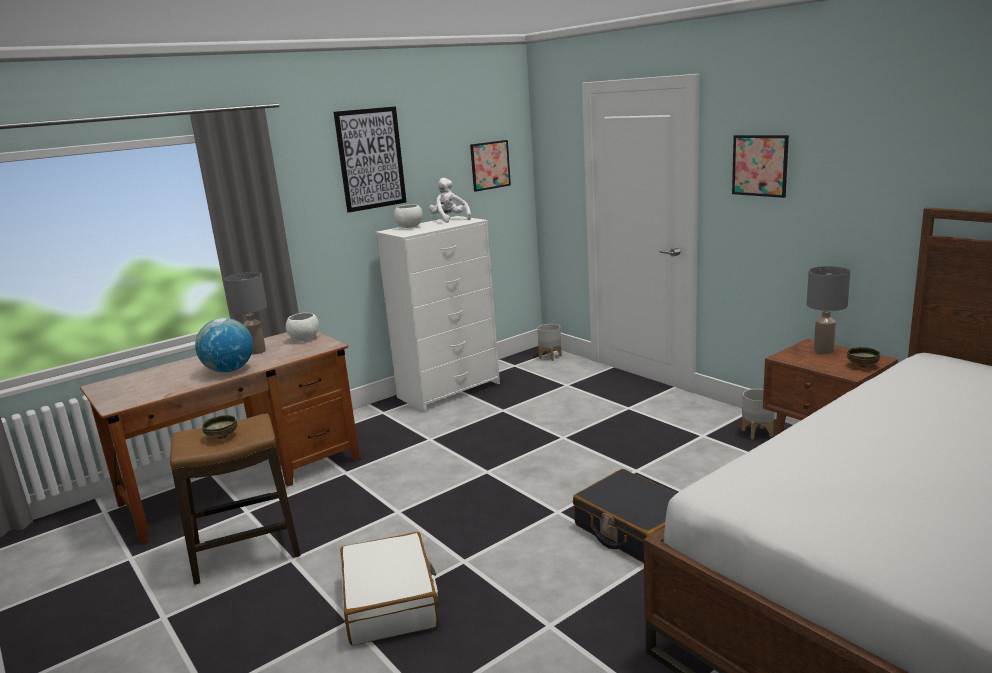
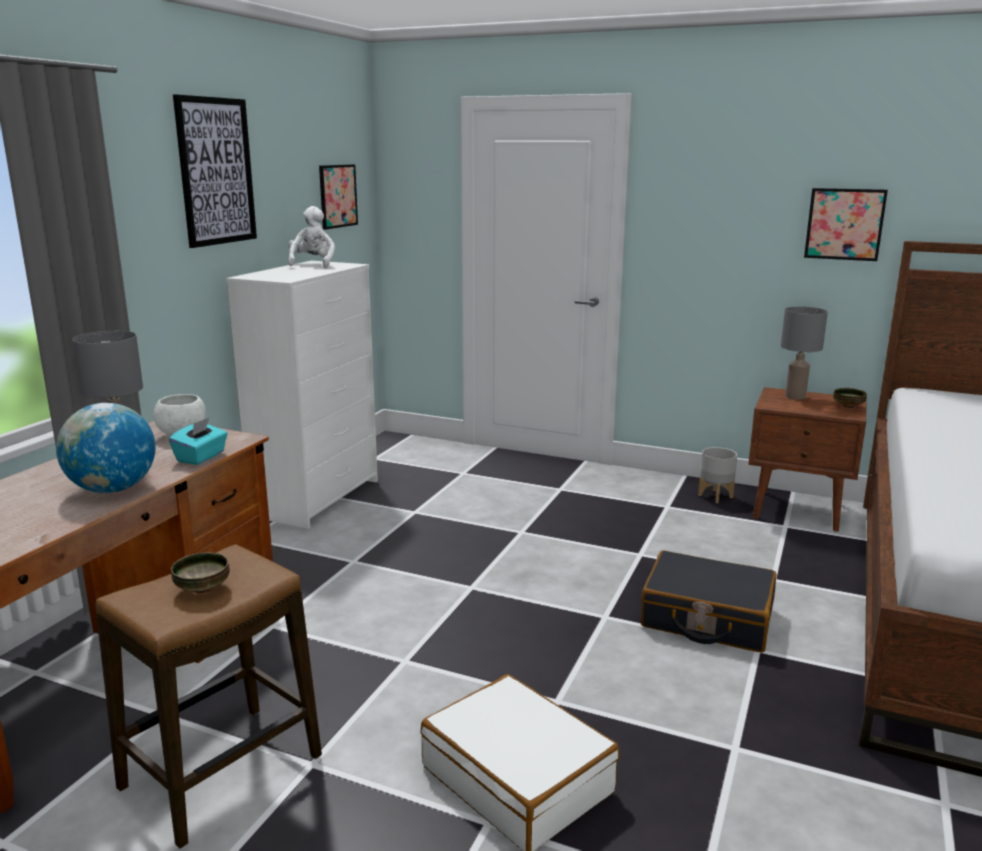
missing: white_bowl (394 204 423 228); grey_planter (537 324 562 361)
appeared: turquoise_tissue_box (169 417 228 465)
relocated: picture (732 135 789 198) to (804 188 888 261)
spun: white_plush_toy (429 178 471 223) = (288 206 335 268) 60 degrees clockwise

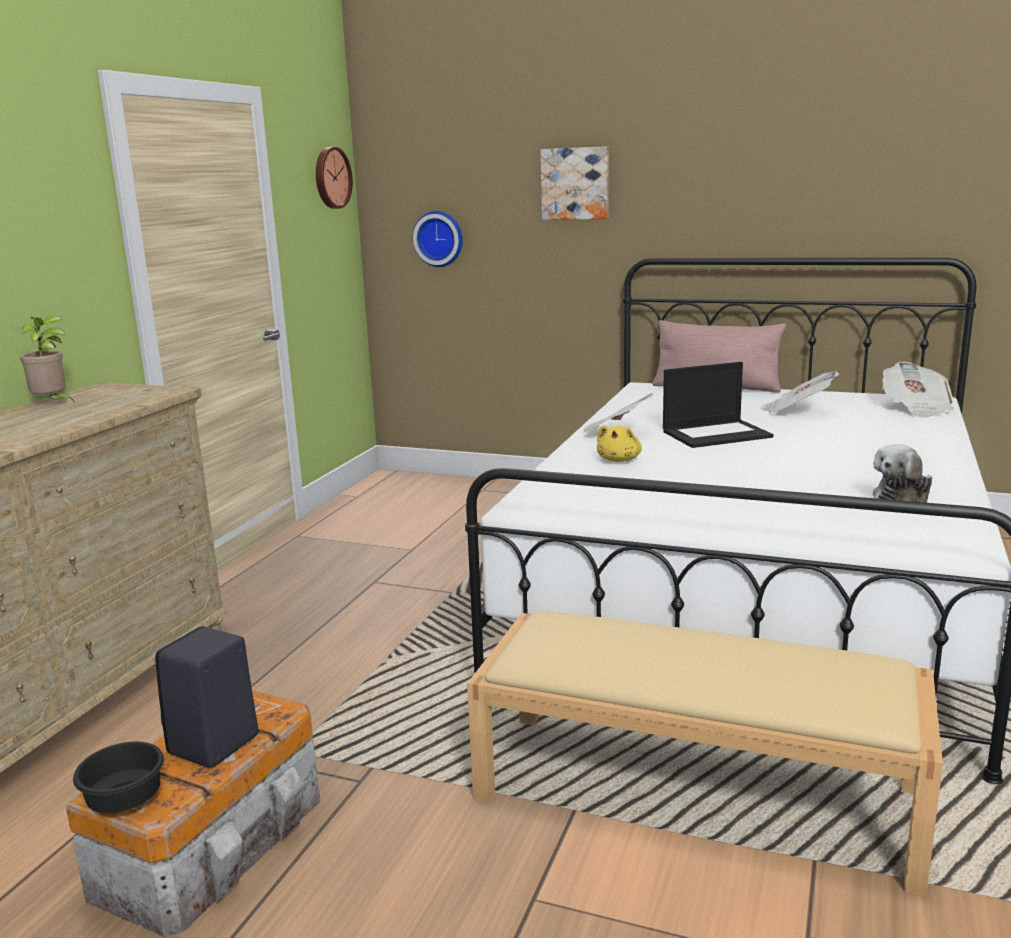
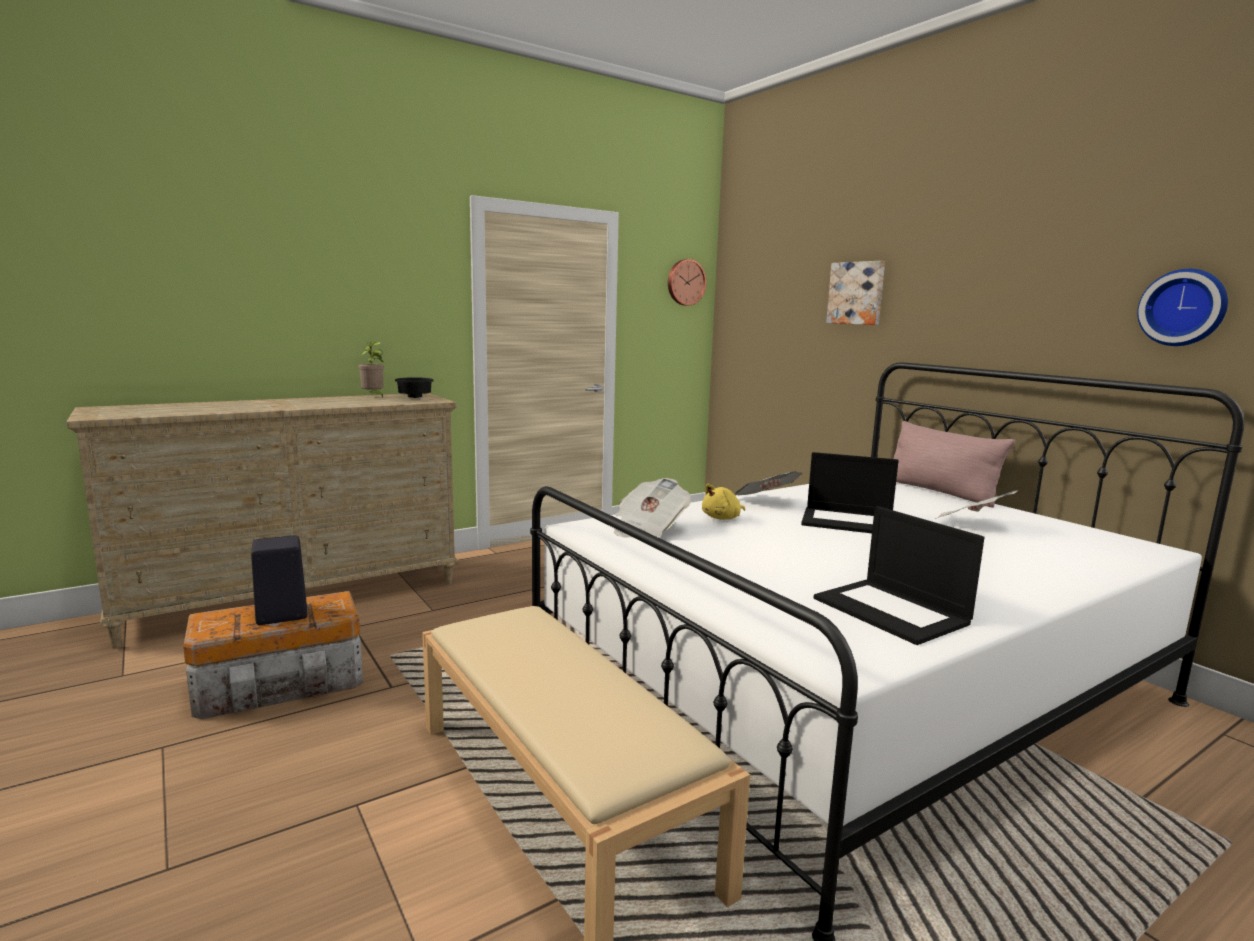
relocated: black_bowl (73 742 164 813) to (395 377 434 398); wall_clock (413 211 463 267) to (1137 269 1228 346); newspaper (882 362 954 418) to (614 478 691 538)
exchanged: plush_toy (873 444 932 503) to laptop (813 506 984 645)

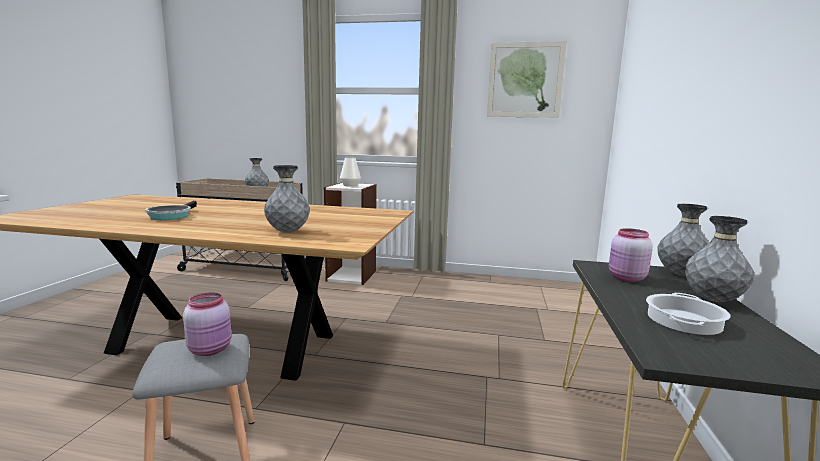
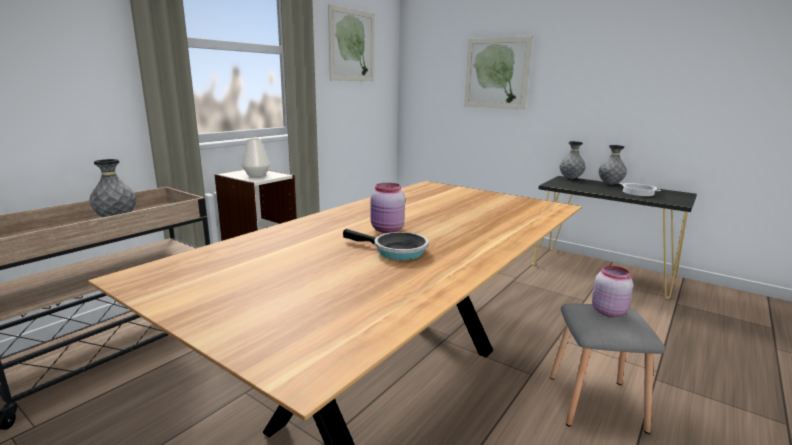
missing: grey_vase (264 165 310 233)
appeared: picture (464 36 533 110)
relocated: pink_jar (609 228 653 282) to (371 183 405 233)

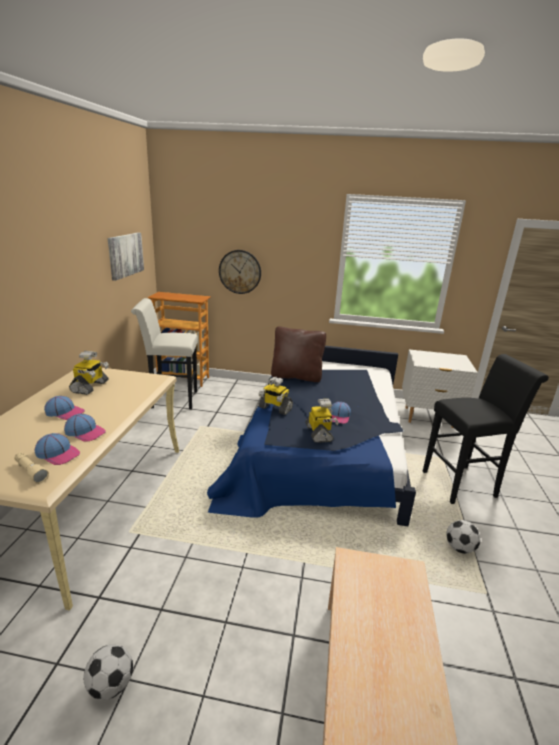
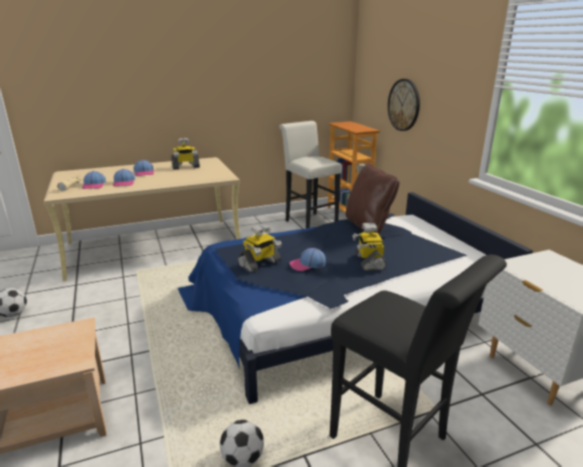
missing: picture (108 233 144 281)
relocated: toy_robot (258 377 293 415) to (352 223 387 271)

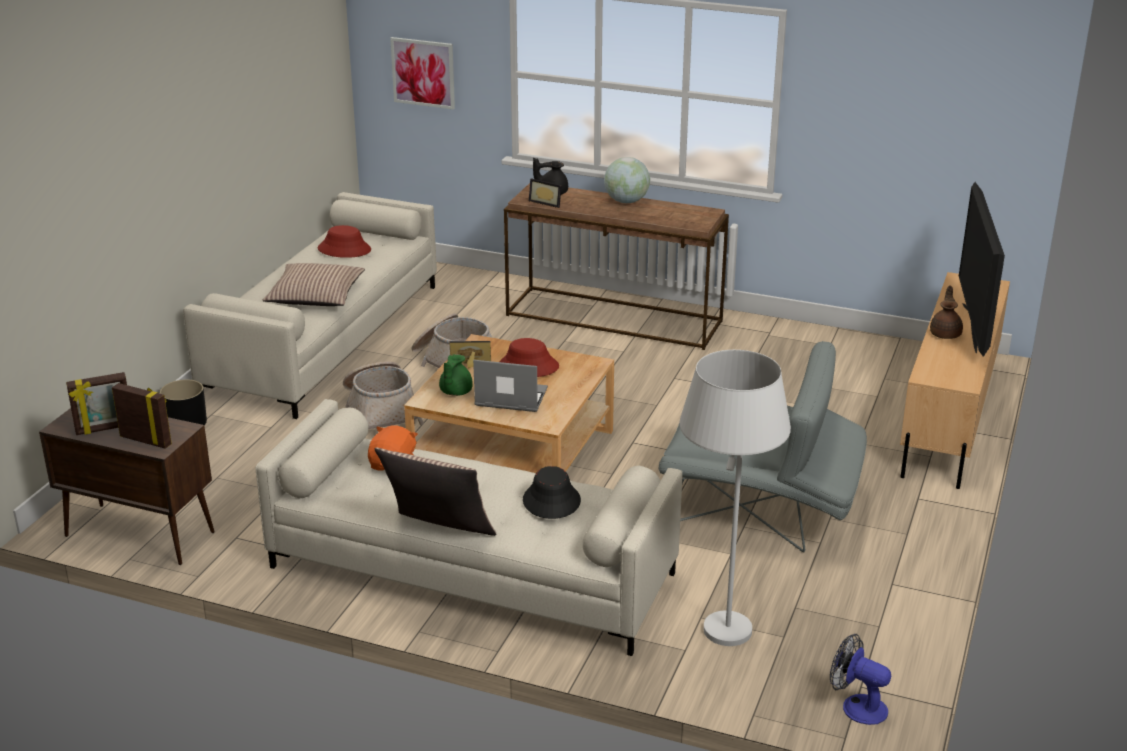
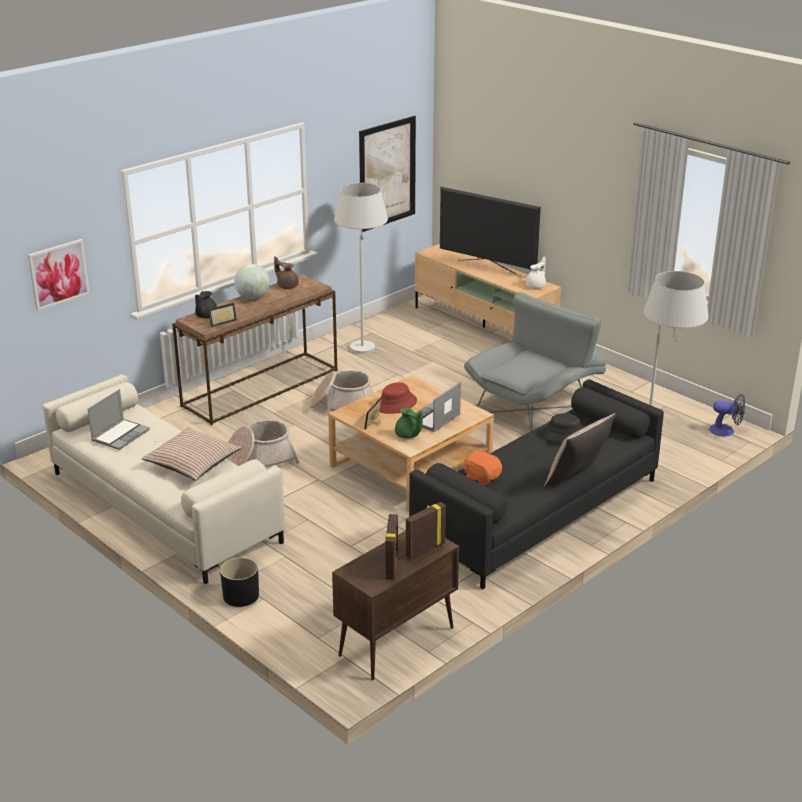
appeared: white_floor_lamp (334 183 388 354); picture (359 116 416 232); white_teapot (526 257 546 289)
relocated: basket (343 362 424 429) to (310 370 373 416); brown_teapot (930 285 963 339) to (274 256 299 289)
exchanged: red_hat (318 225 371 258) to laptop (88 389 150 450)
colour: beige_sofa (255 399 682 656) to black_sofa (409 379 664 589)
spun: fan (830 634 891 725) = (709 394 745 437) 135 degrees counterclockwise

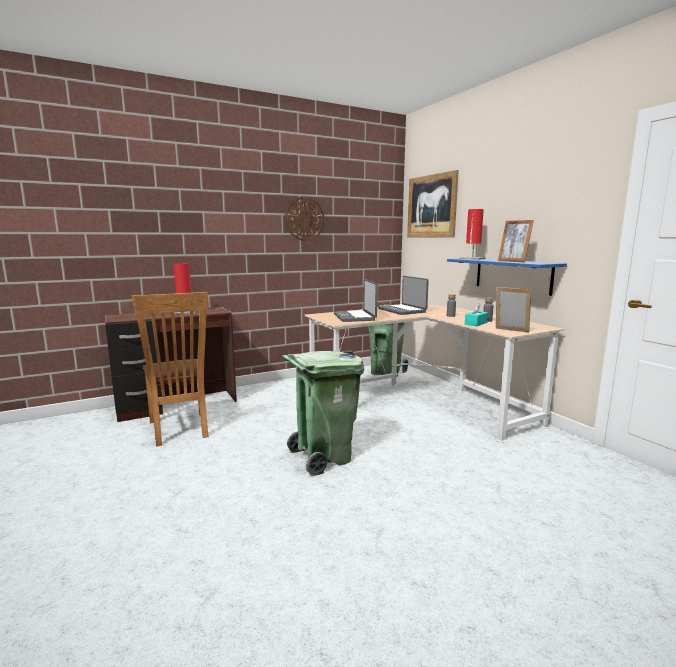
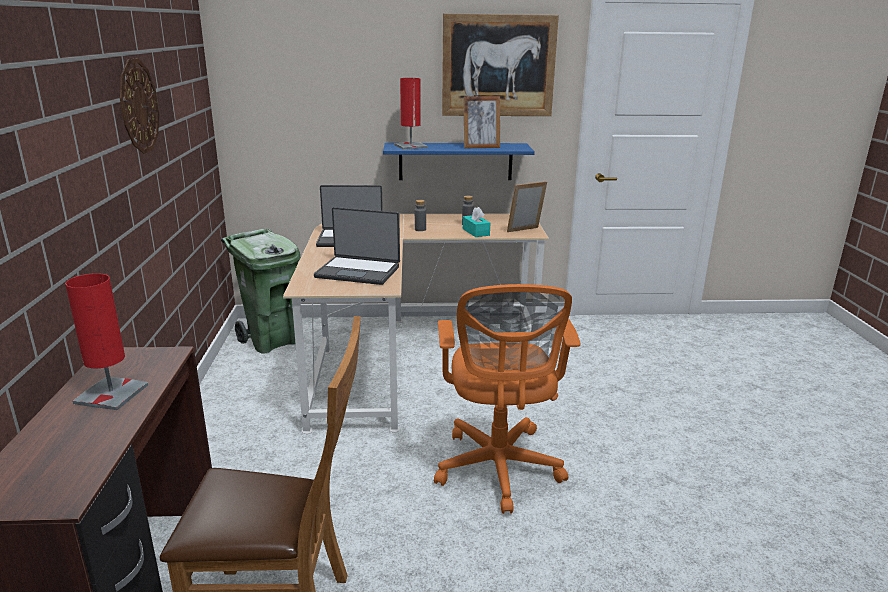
relocated: picture (407 170 459 237) to (442 14 559 116)
exchanged: green_trash_can (282 351 364 476) to orange_office_chair (434 284 580 514)

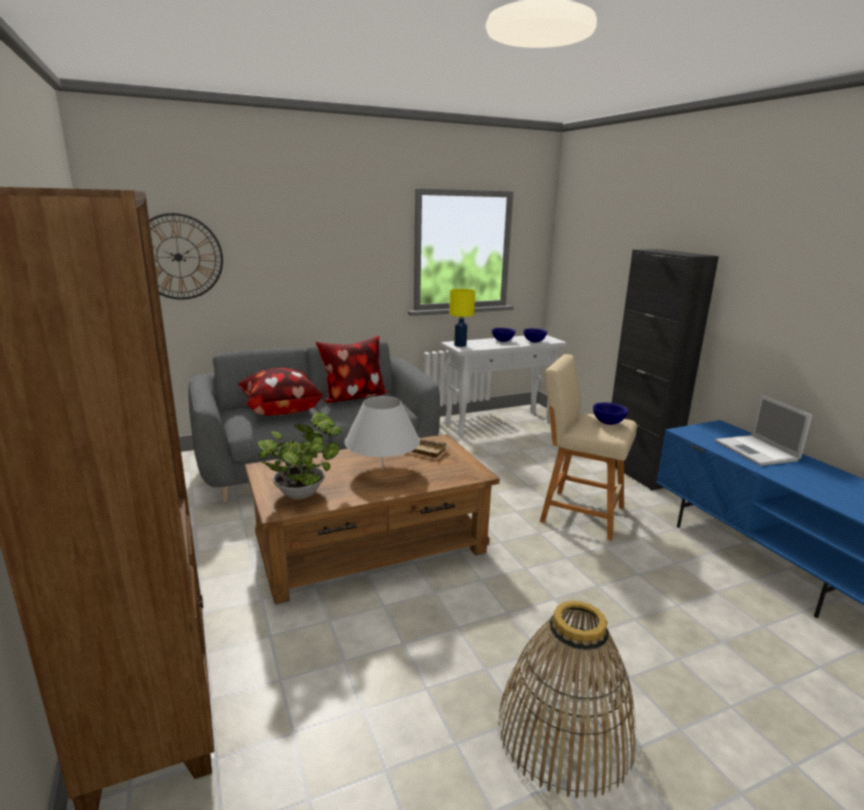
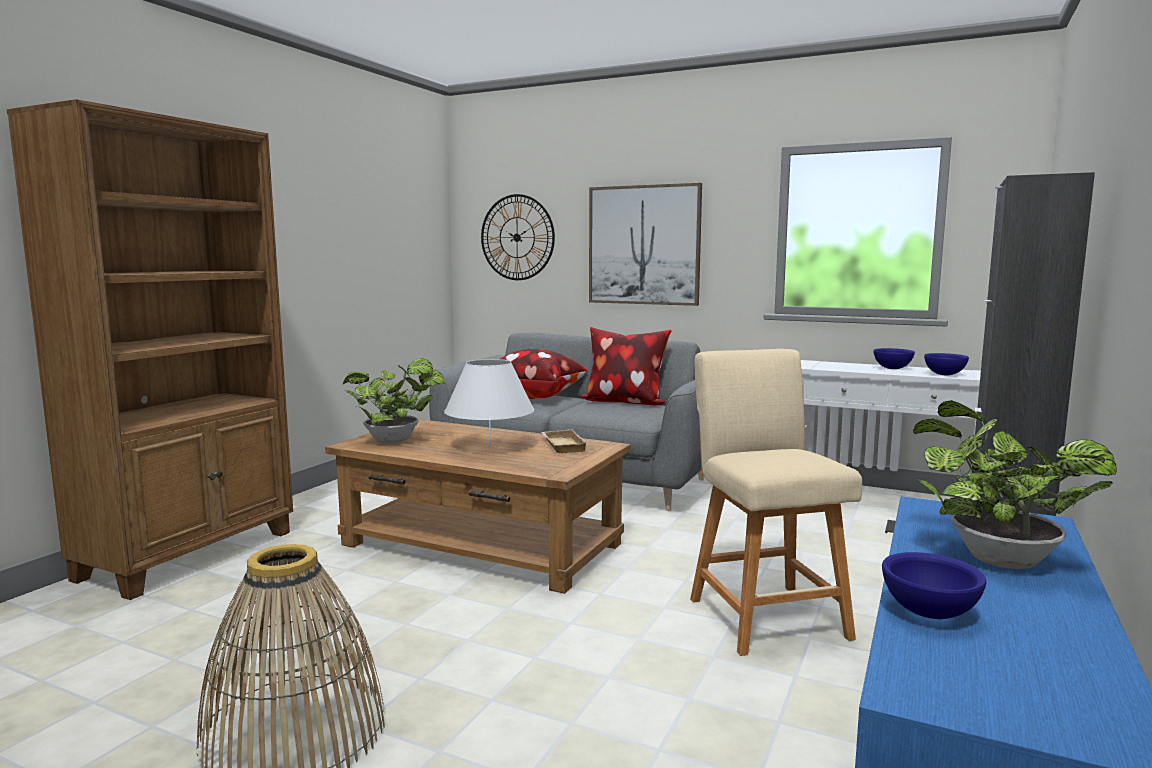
missing: yellow_table_lamp (449 289 475 347)
appeared: picture (589 183 702 306)
relocated: blue_bowl (593 402 628 425) to (882 552 986 619)
exchanged: laptop (715 395 812 466) to potted_plant (913 400 1117 569)

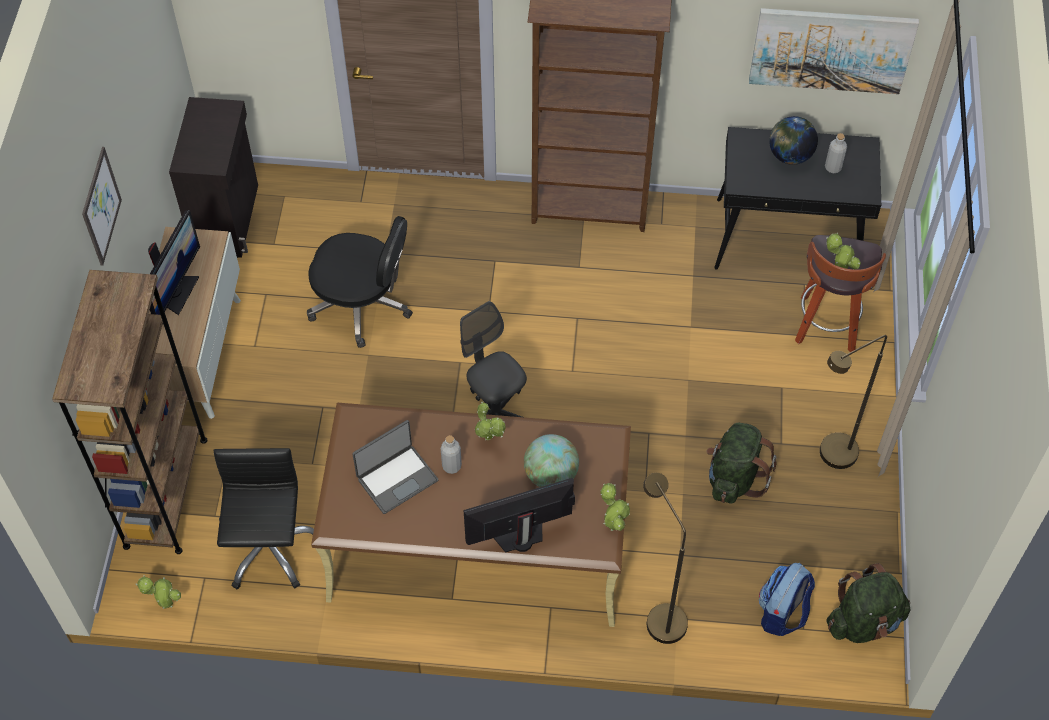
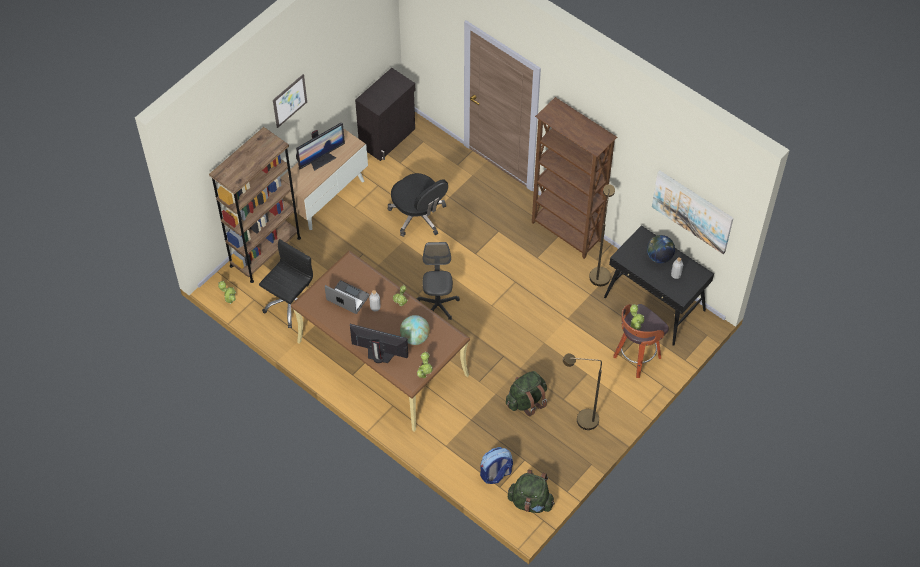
relocated: brown_floor_lamp (643 473 688 644) to (589 184 615 286)
spun: laptop (352 420 438 514) = (325 280 370 314) 150 degrees counterclockwise

